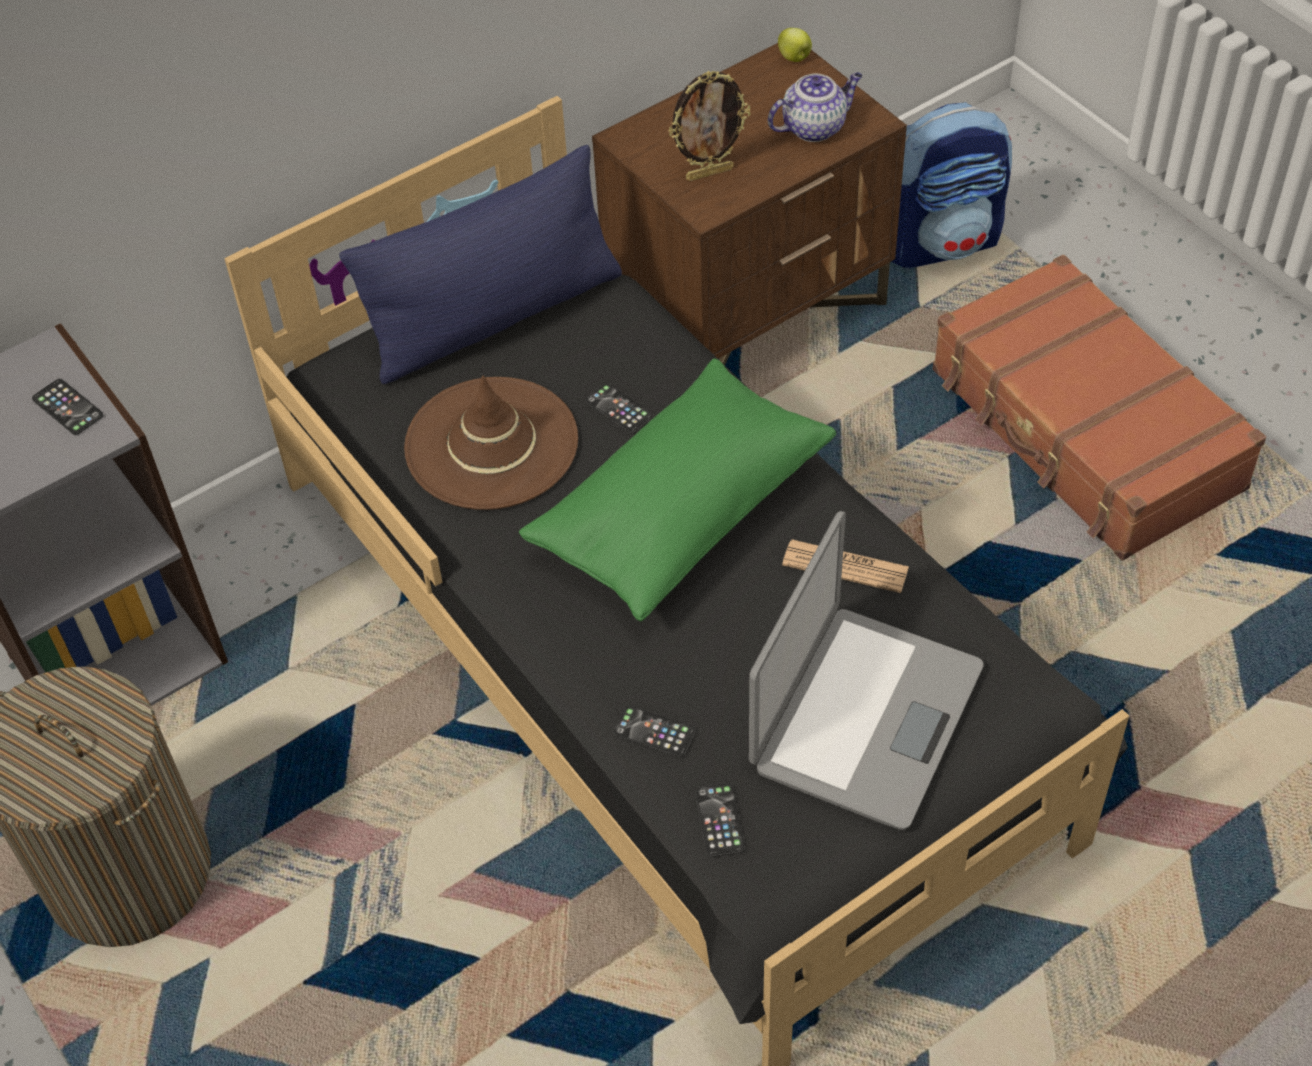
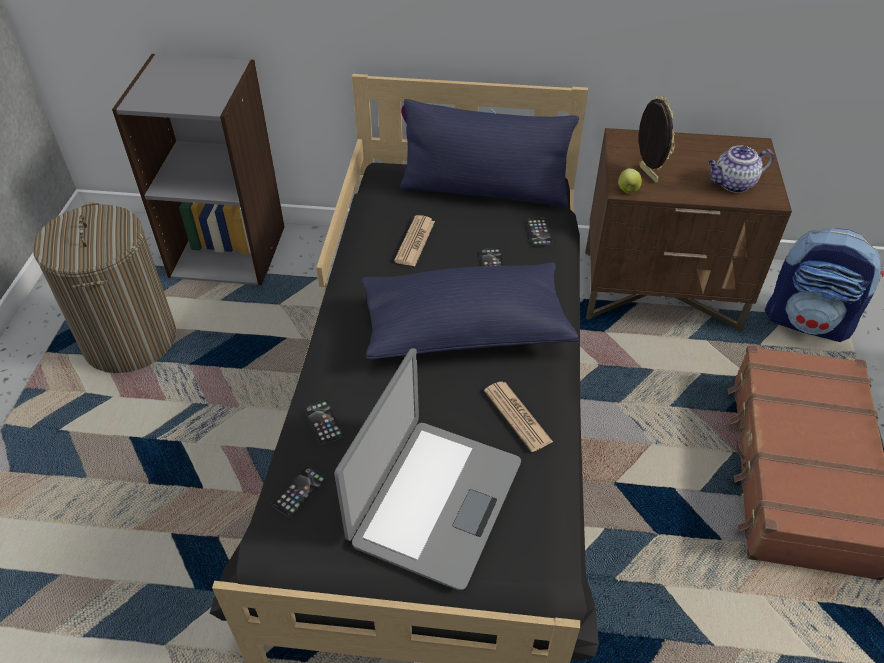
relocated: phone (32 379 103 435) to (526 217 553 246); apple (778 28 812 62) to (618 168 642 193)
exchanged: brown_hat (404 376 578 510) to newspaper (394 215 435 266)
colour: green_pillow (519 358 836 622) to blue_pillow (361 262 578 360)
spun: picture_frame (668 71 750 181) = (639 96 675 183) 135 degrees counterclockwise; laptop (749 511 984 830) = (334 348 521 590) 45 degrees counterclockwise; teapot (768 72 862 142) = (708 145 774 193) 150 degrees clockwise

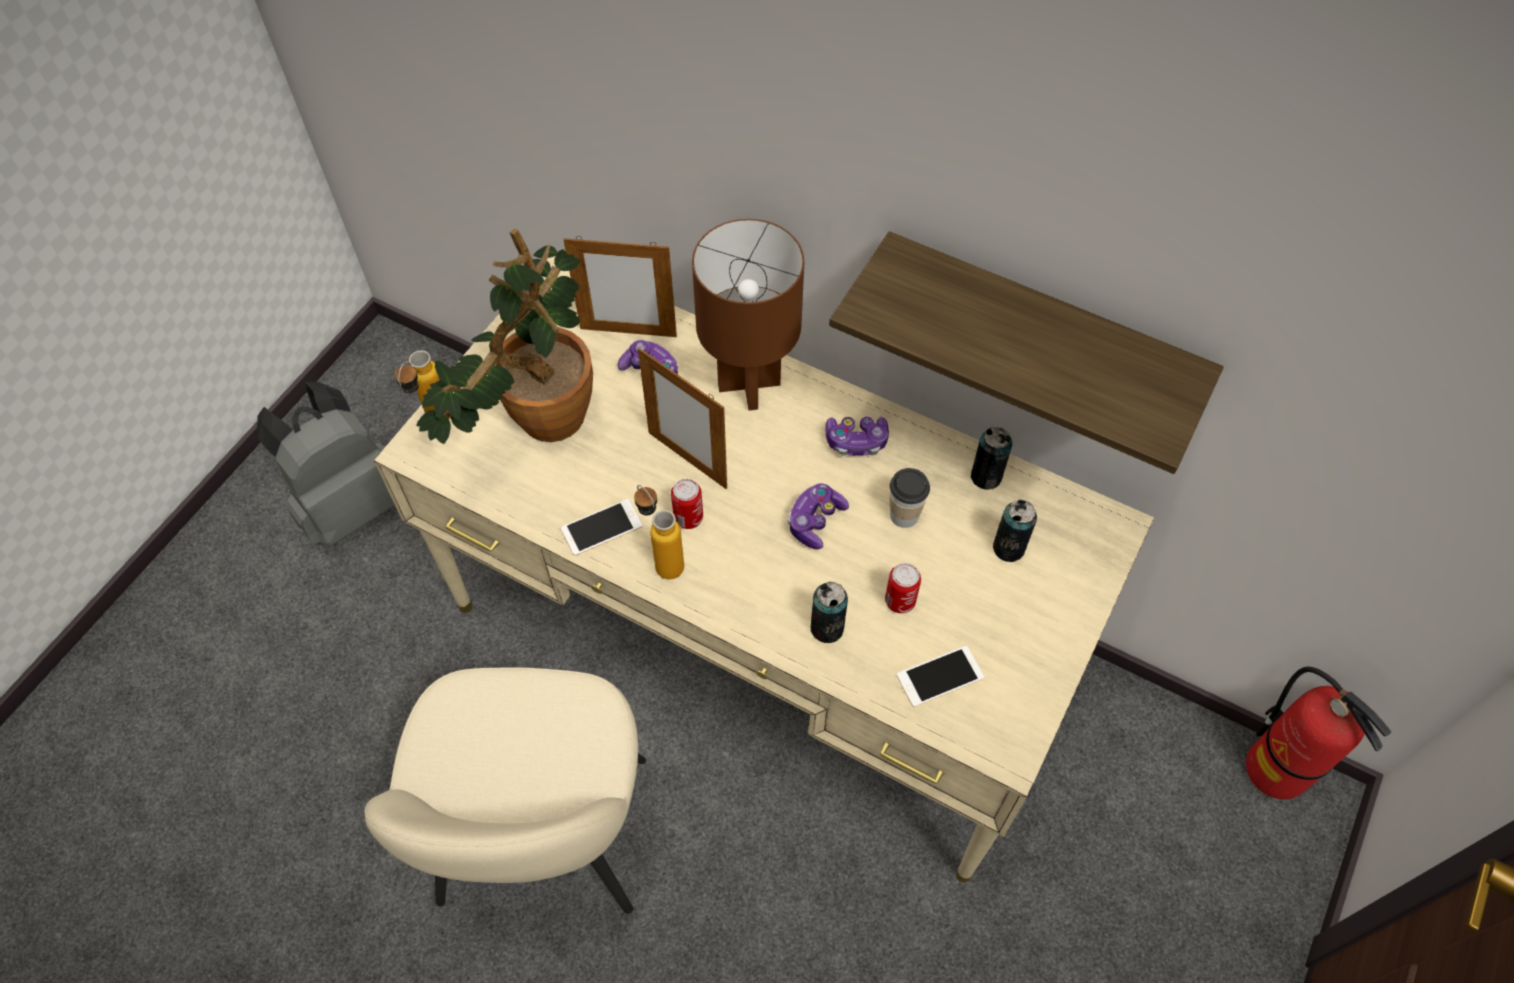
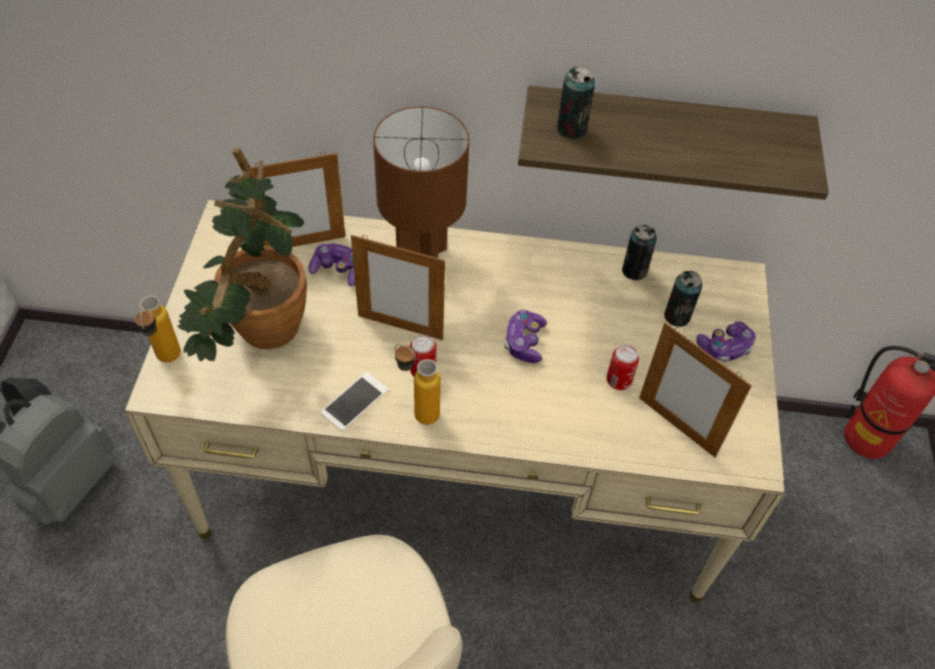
missing: cup (890 468 930 528)
relocated: can (811 582 848 643) to (557 66 595 139); game_controller (825 417 889 456) to (696 321 756 363)
exchanged: phone (897 646 984 707) to picture_frame (639 322 752 457)

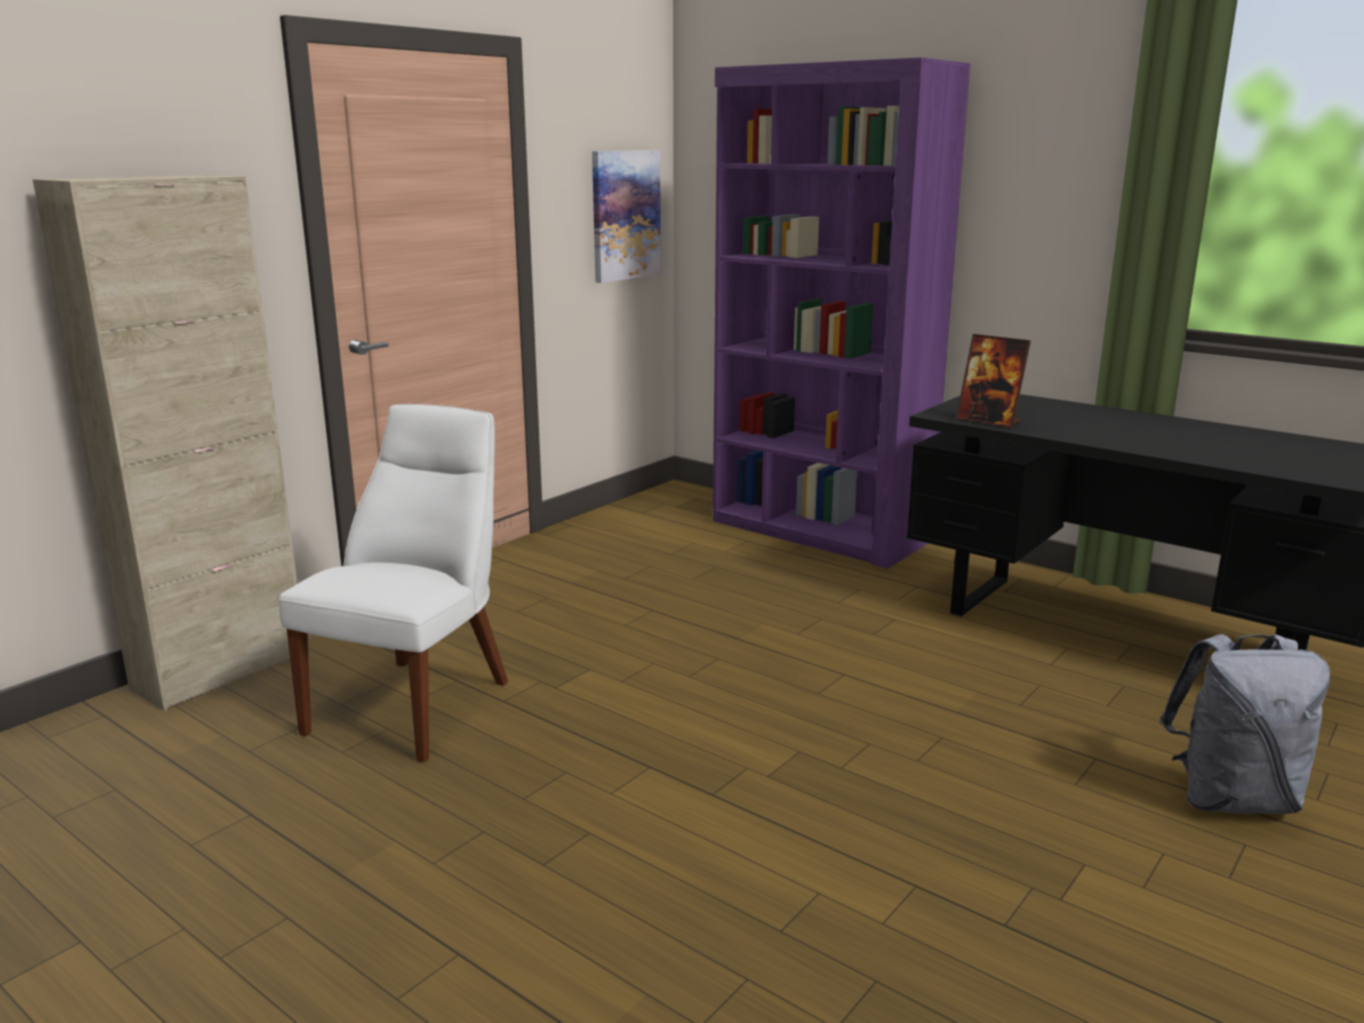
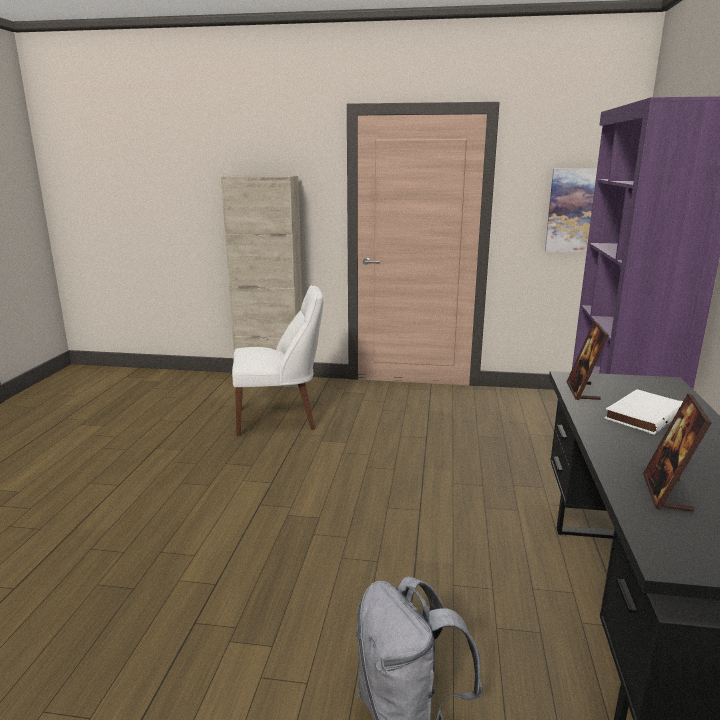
appeared: white_book (604 389 683 435); picture_frame (643 394 712 511)

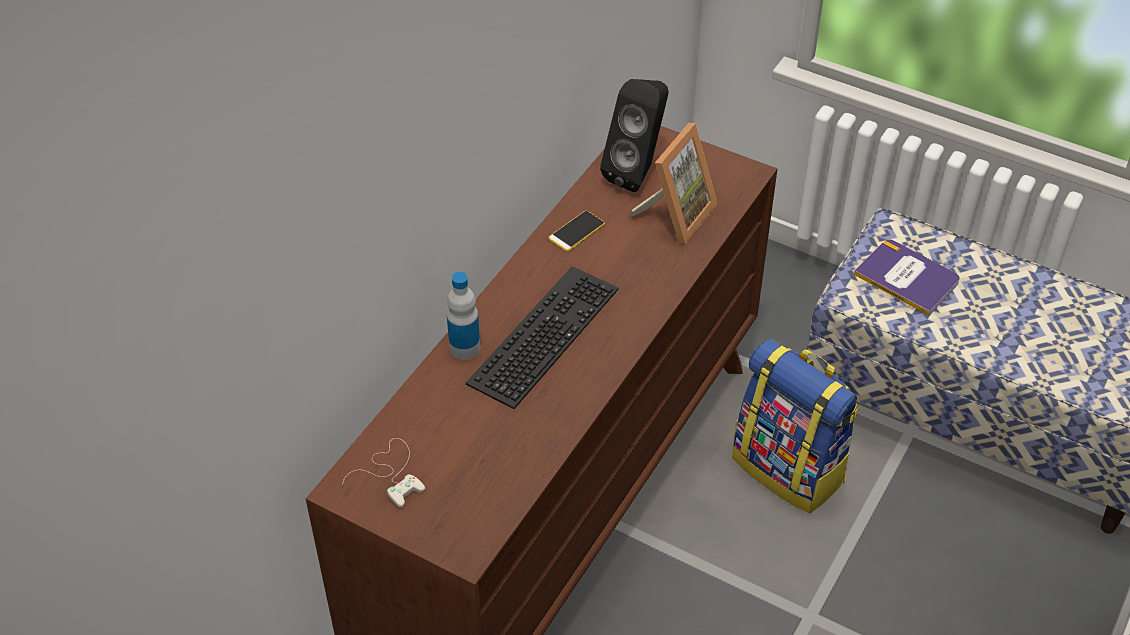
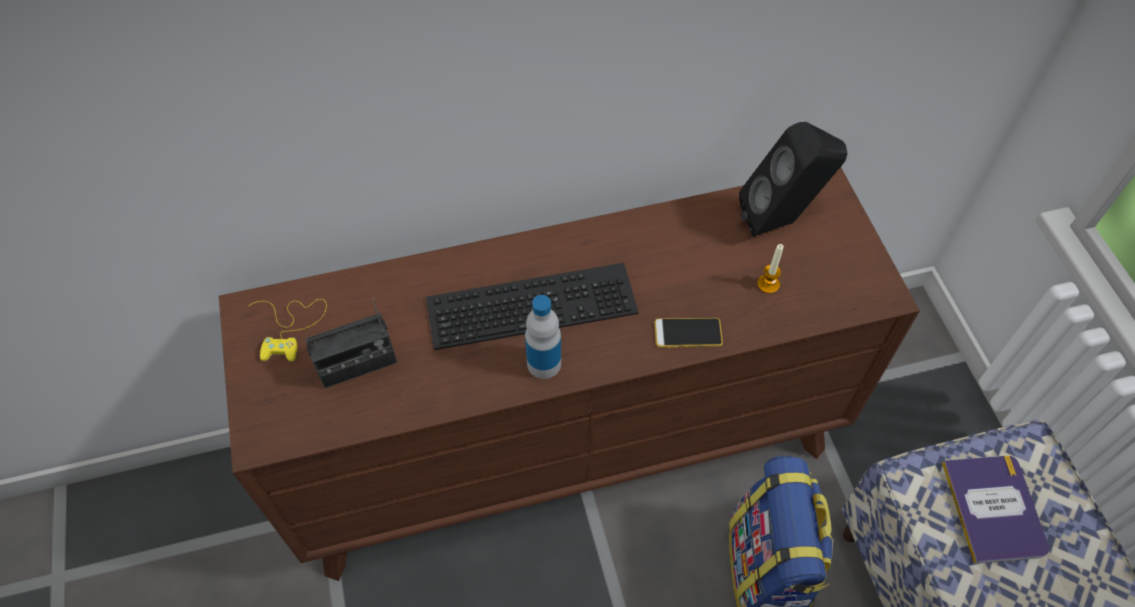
appeared: radio (305 299 397 388)
relocated: bottle (447 272 480 360) to (525 295 561 379); phone (548 211 605 252) to (654 318 723 348)
exchanged: picture_frame (629 123 718 245) to candle (757 244 784 294)
colour: white_game_controller (342 438 425 508) to yellow_game_controller (249 299 327 362)

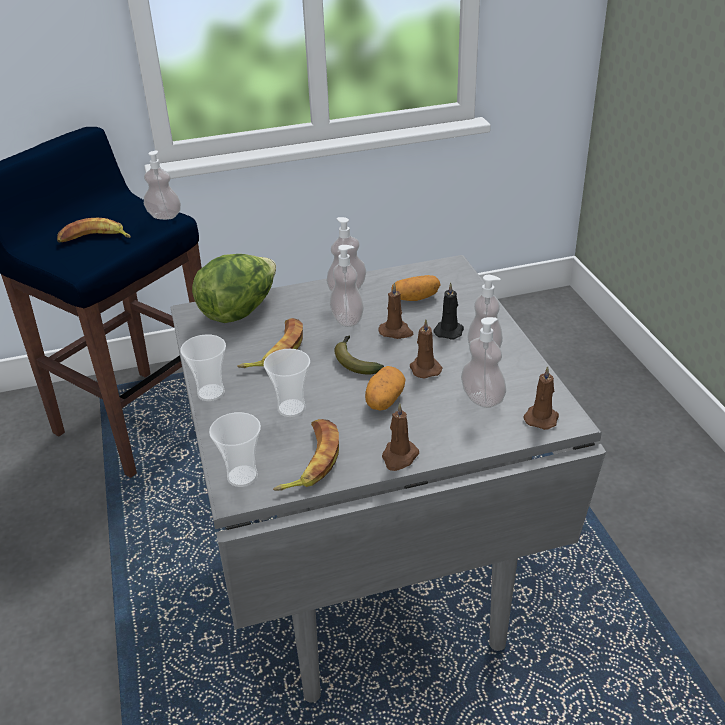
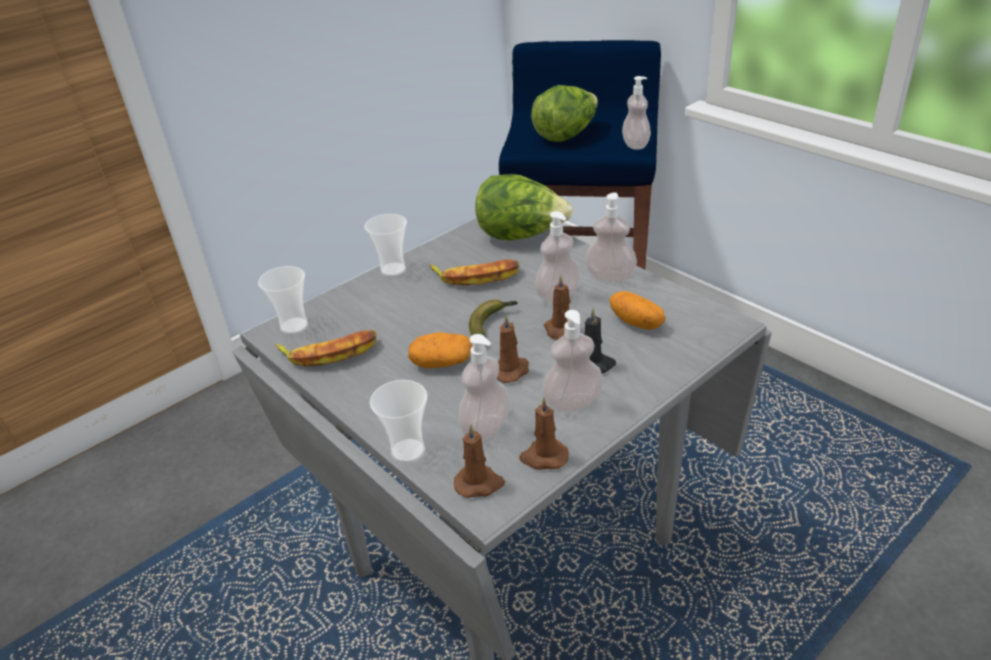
relocated: cup (264 349 310 417) to (370 380 428 463); brown_candle (382 403 419 471) to (519 397 569 470)
exchanged: banana (57 217 131 243) to lettuce (531 85 598 142)

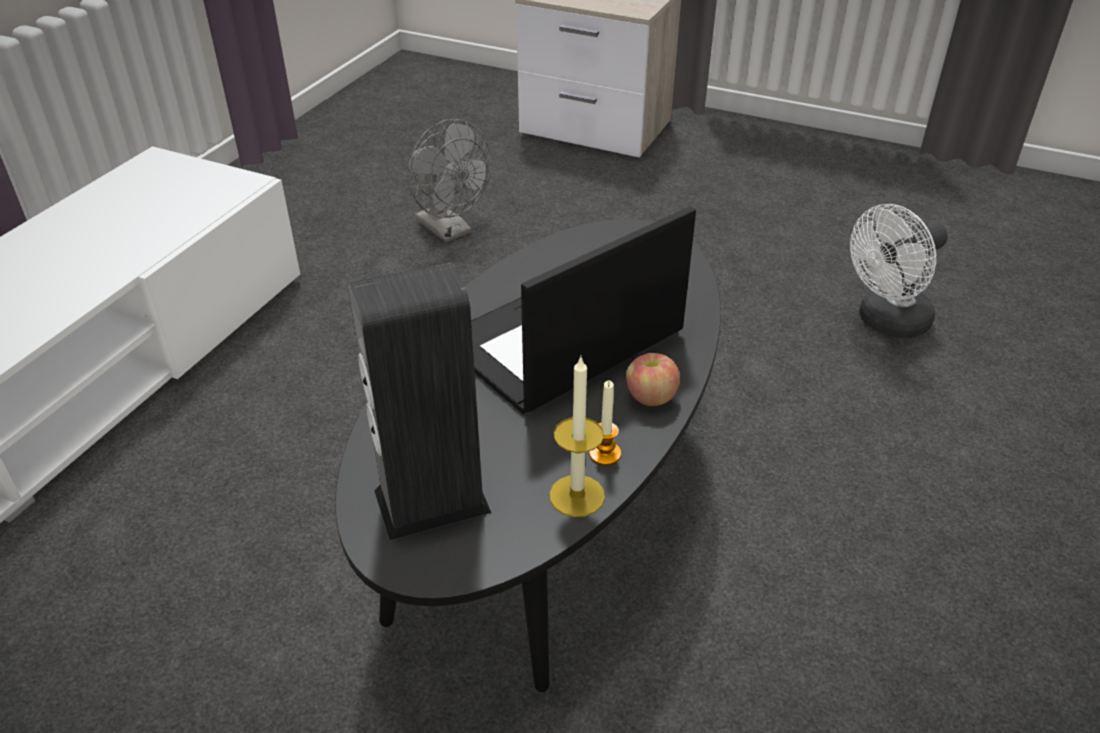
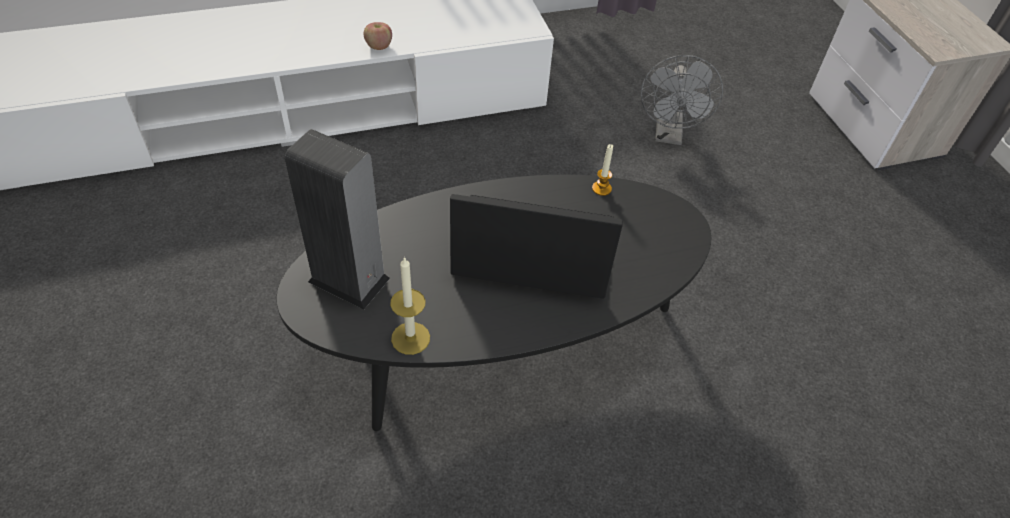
missing: white_fan (850 204 948 338)
relocated: candle (589 381 621 466) to (592 144 613 196); apple (626 353 680 406) to (364 22 392 50)

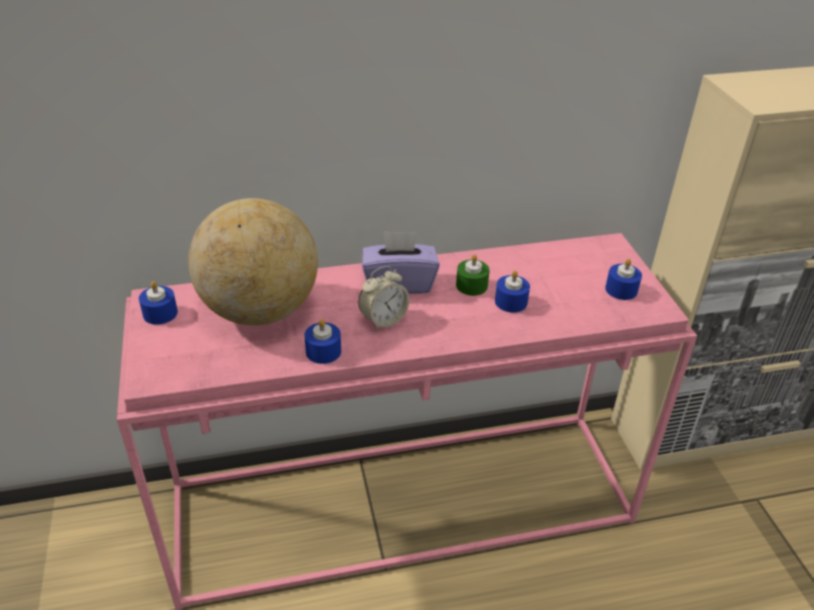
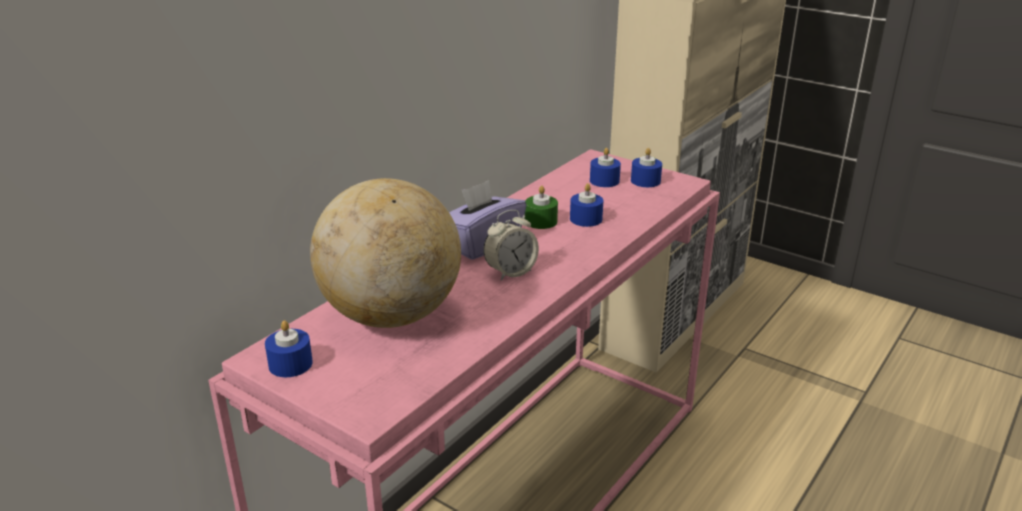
relocated: blue_candle (304 319 341 364) to (590 148 621 187)
spun: alarm_clock (358 266 409 331) = (483 210 539 281) 45 degrees clockwise

